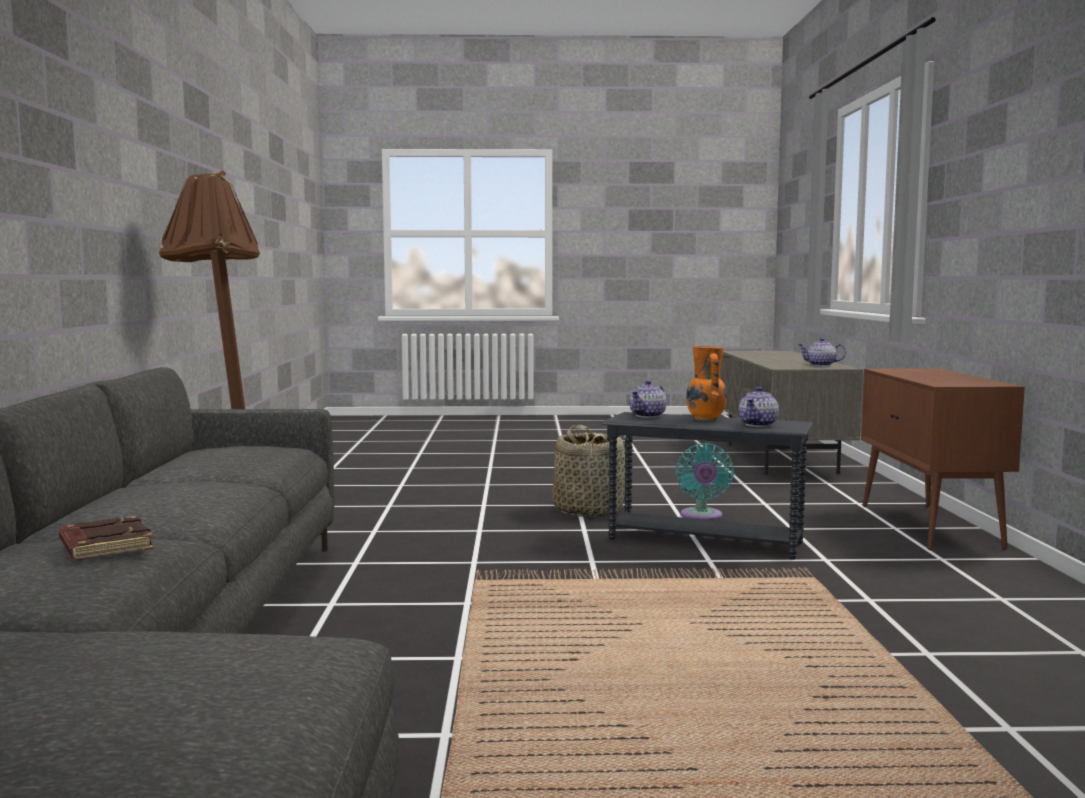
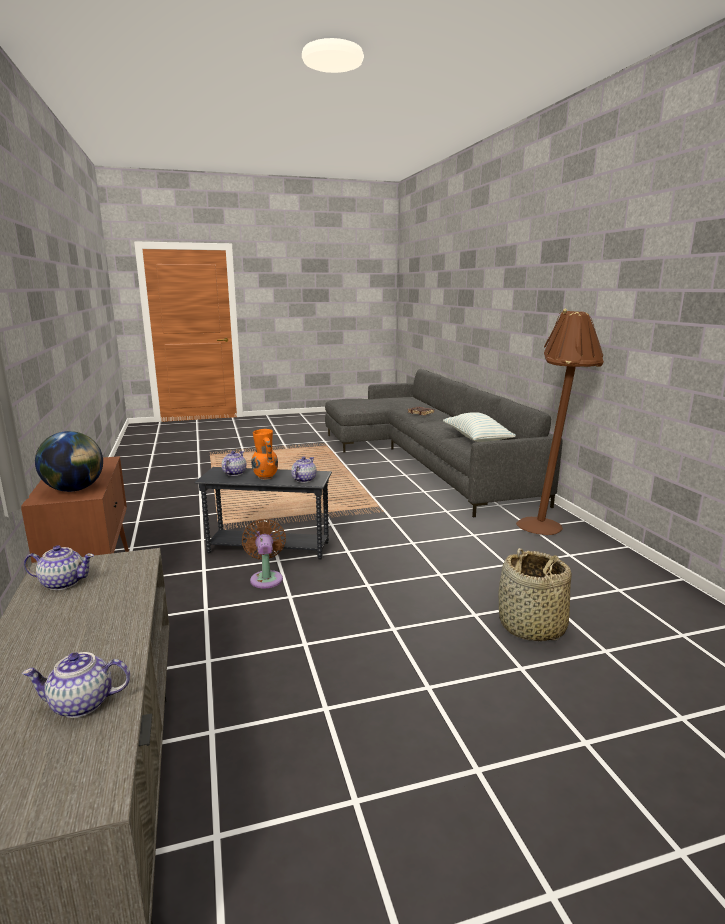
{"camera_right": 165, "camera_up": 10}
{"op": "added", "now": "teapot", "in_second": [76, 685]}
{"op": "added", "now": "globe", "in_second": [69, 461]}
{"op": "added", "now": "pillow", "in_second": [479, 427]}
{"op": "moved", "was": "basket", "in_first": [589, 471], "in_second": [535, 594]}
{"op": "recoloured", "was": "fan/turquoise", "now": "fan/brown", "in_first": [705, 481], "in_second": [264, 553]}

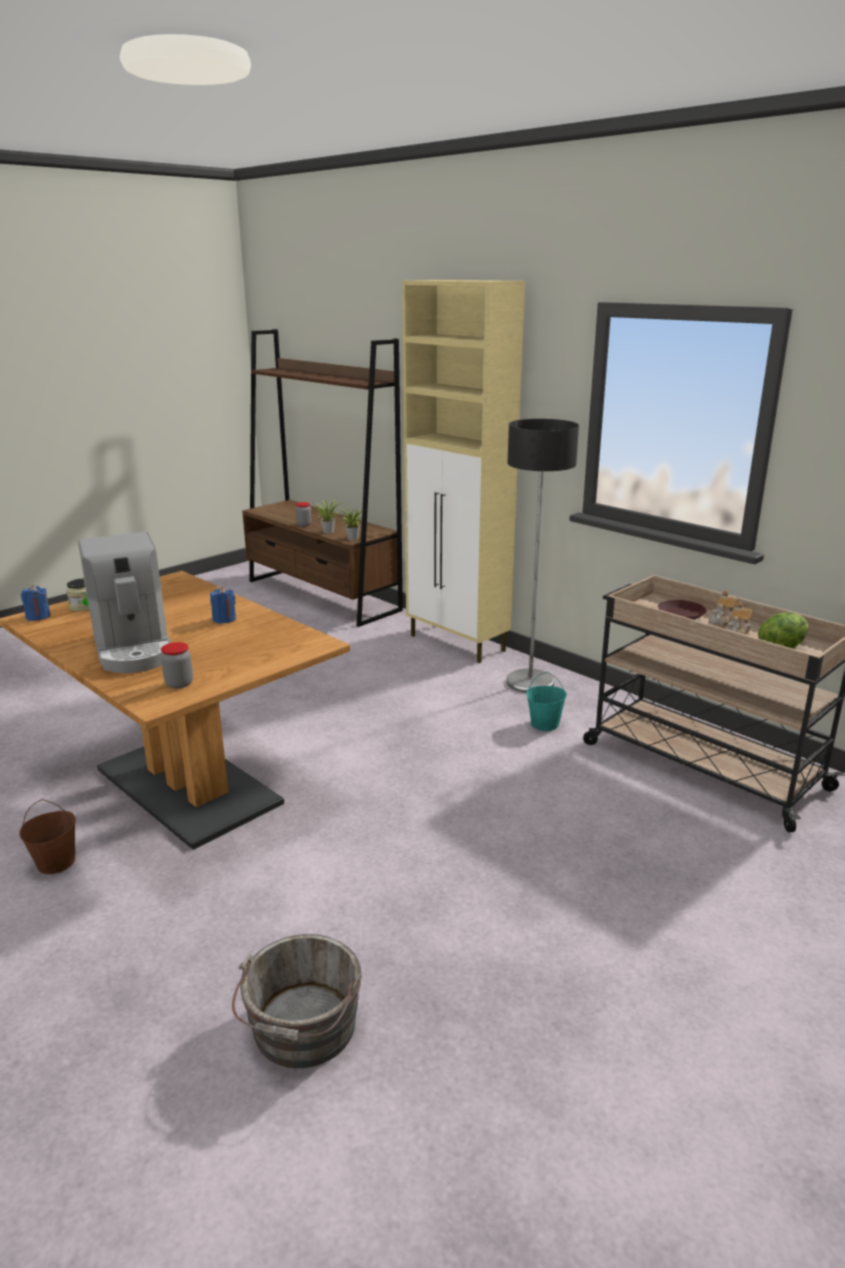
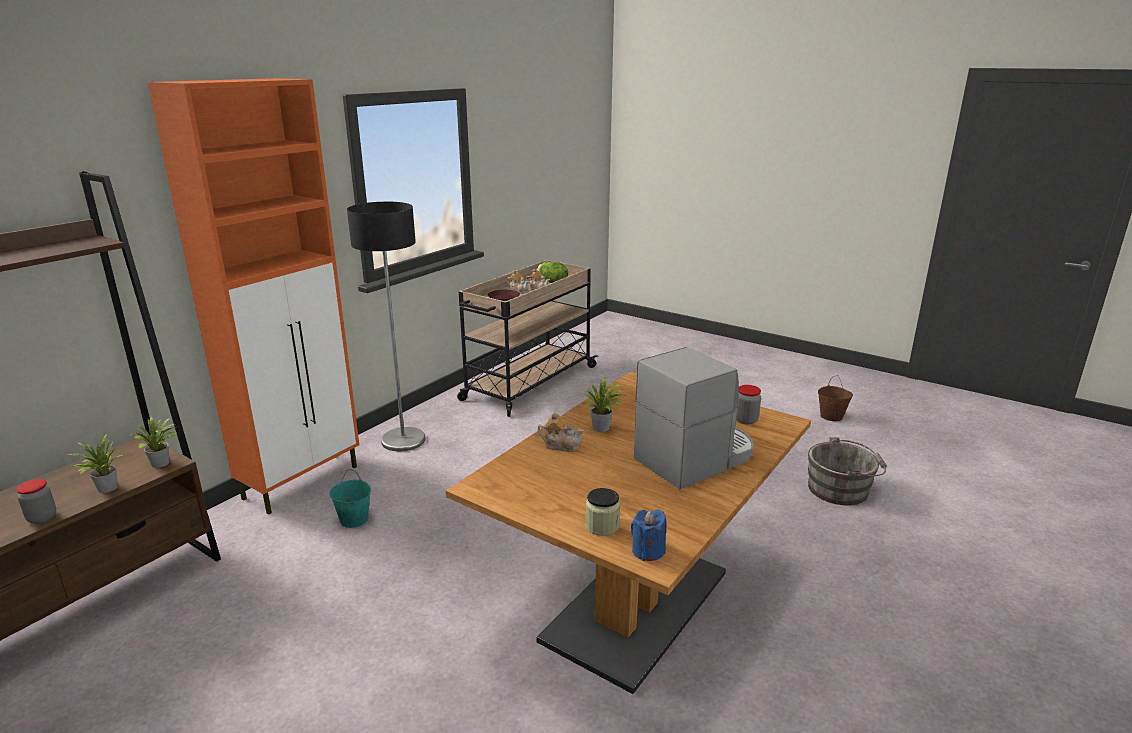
{"camera_right": -100, "camera_up": 0}
{"op": "added", "now": "teapot", "in_second": [560, 432]}
{"op": "moved", "was": "bucket/brown", "in_first": [47, 836], "in_second": [835, 398]}
{"op": "moved", "was": "bucket/turquoise", "in_first": [546, 701], "in_second": [350, 498]}
{"op": "replaced", "was": "candle/blue", "now": "potted plant", "in_first": [223, 605], "in_second": [602, 405]}
{"op": "recoloured", "was": "cabinet/beige", "now": "cabinet/orange", "in_first": [463, 471], "in_second": [253, 296]}

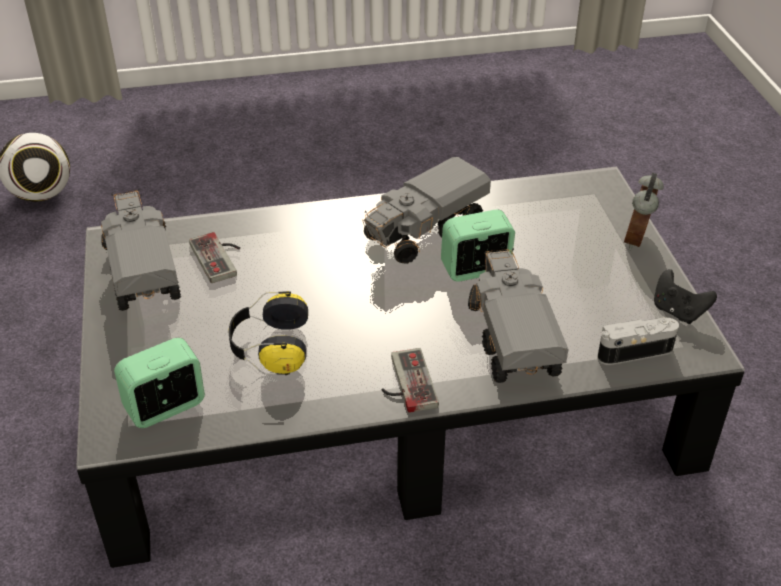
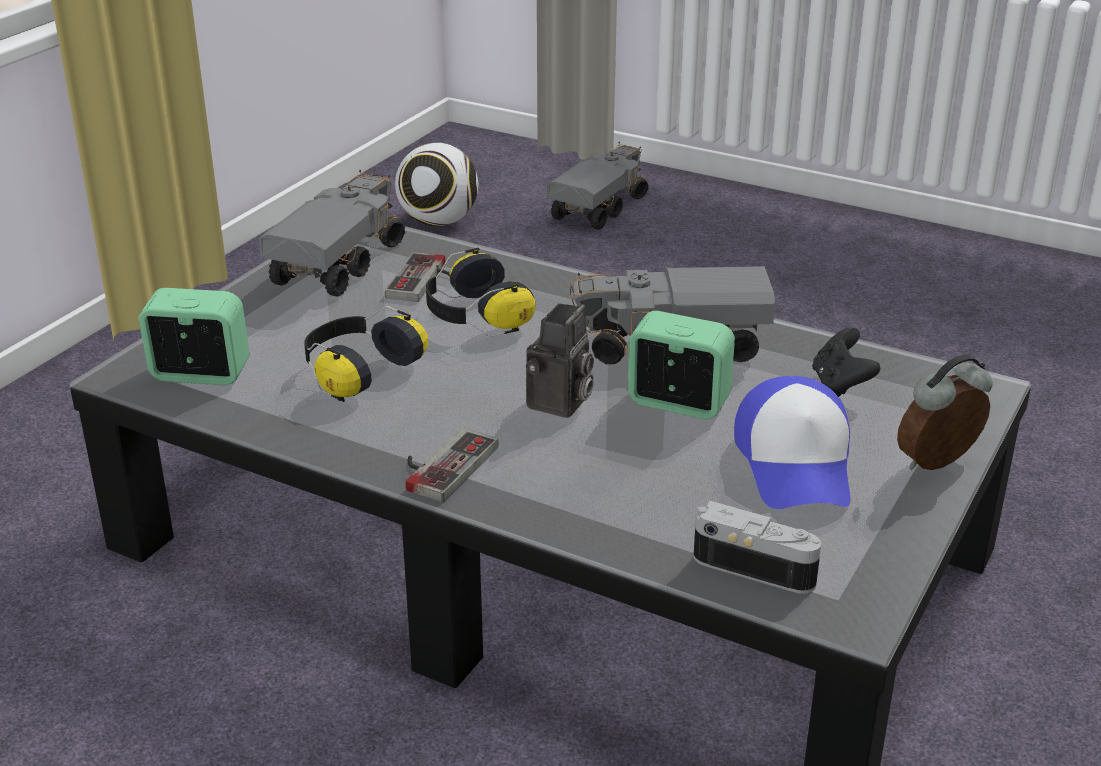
{"camera_right": 40, "camera_up": -10}
{"op": "added", "now": "headphones", "in_second": [480, 292]}
{"op": "added", "now": "photo camera", "in_second": [560, 360]}
{"op": "added", "now": "cap", "in_second": [792, 442]}
{"op": "moved", "was": "toy truck", "in_first": [518, 315], "in_second": [598, 186]}
{"op": "moved", "was": "game controller/black", "in_first": [685, 296], "in_second": [846, 362]}

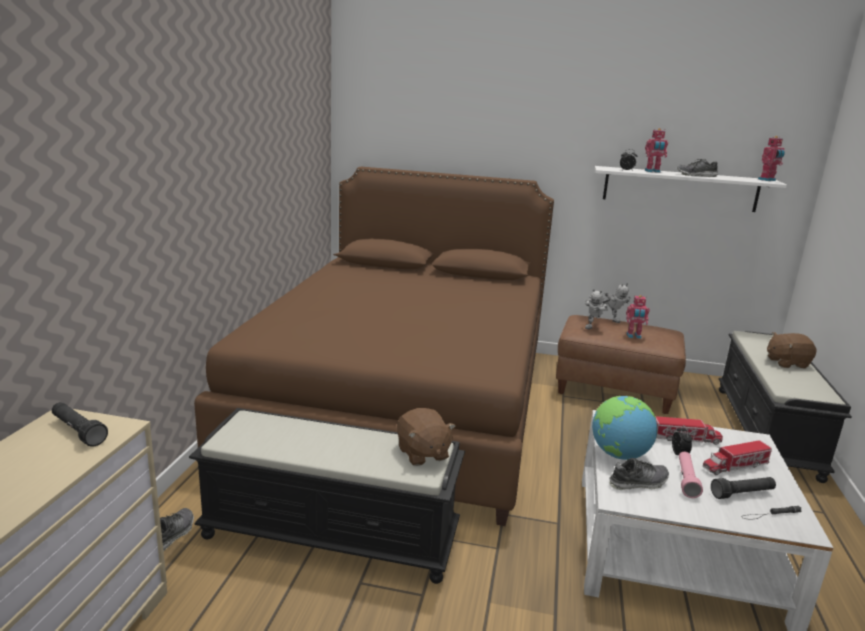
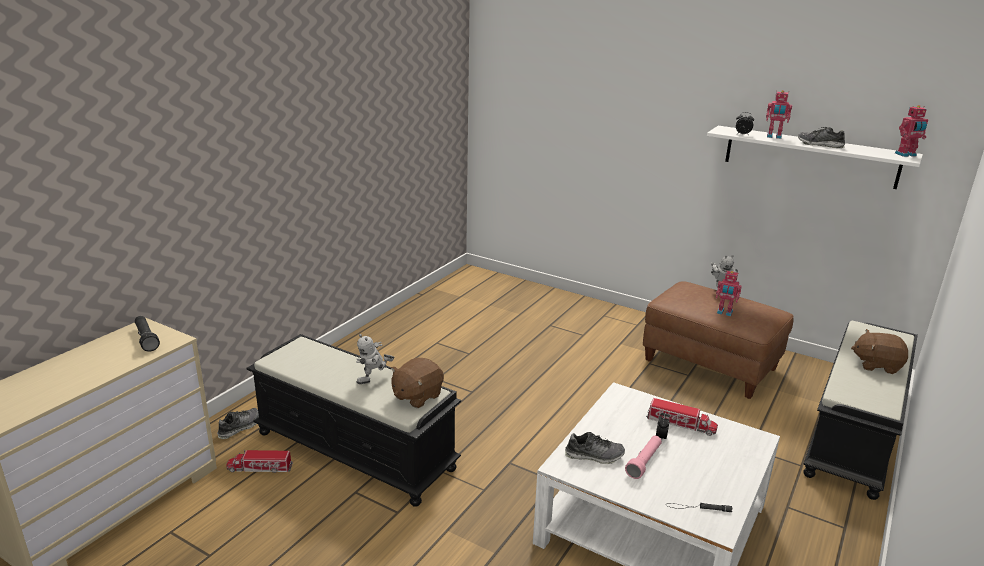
{"camera_right": 20, "camera_up": 5}
{"op": "removed", "was": "bed/brown", "in_first": [374, 346]}
{"op": "removed", "was": "globe", "in_first": [624, 428]}
{"op": "removed", "was": "flashlight/black", "in_first": [743, 488]}
{"op": "moved", "was": "toy robot", "in_first": [596, 309], "in_second": [375, 359]}
{"op": "moved", "was": "toy truck", "in_first": [737, 457], "in_second": [259, 461]}
{"op": "turned", "was": "plush toy/brown", "in_first": [426, 437], "in_second": [417, 383], "clockwise": 45}

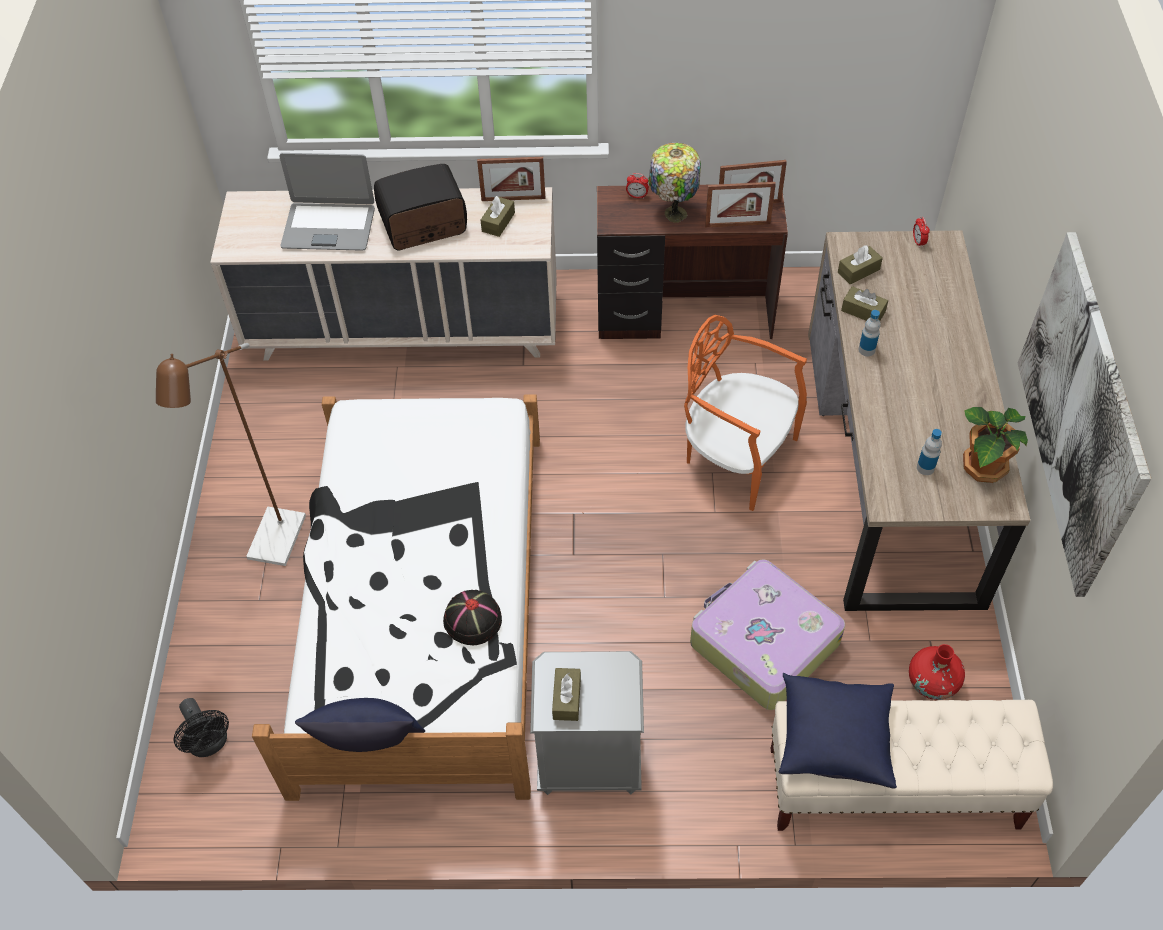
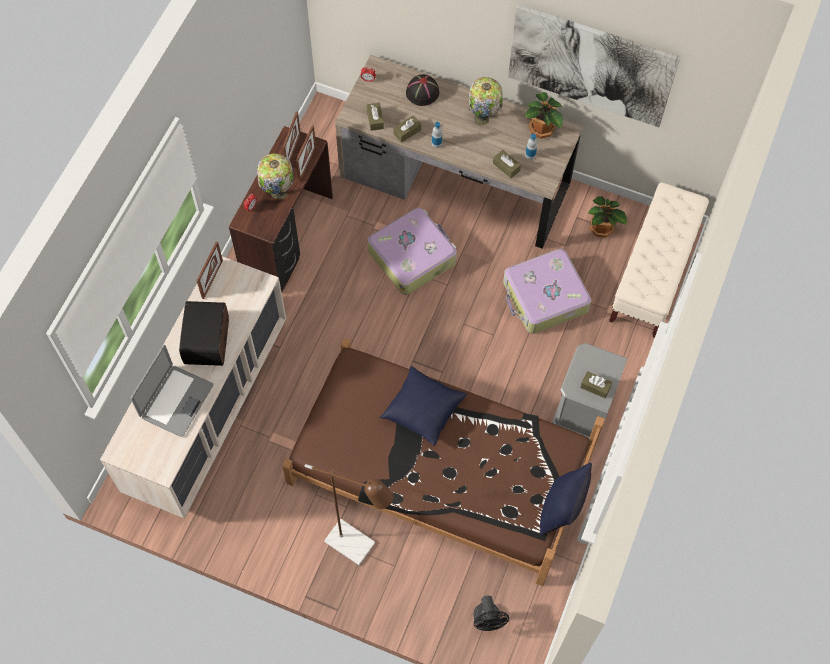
{"camera_right": -70, "camera_up": 10}
{"op": "added", "now": "table lamp", "in_second": [485, 101]}
{"op": "moved", "was": "hat/black", "in_first": [472, 617], "in_second": [422, 90]}
{"op": "moved", "was": "tissue box/brown", "in_first": [498, 216], "in_second": [507, 164]}
{"op": "moved", "was": "pillow/blue", "in_first": [838, 731], "in_second": [423, 406]}
{"op": "replaced", "was": "chair/orange", "now": "suitcase", "in_first": [745, 413], "in_second": [412, 251]}
{"op": "replaced", "was": "vase/red", "now": "potted plant", "in_first": [937, 672], "in_second": [607, 217]}
{"op": "recoloured", "was": "bed/white", "now": "bed/brown", "in_first": [396, 597], "in_second": [443, 462]}
{"op": "turned", "was": "fan/black", "in_first": [201, 727], "in_second": [491, 613], "clockwise": 90}

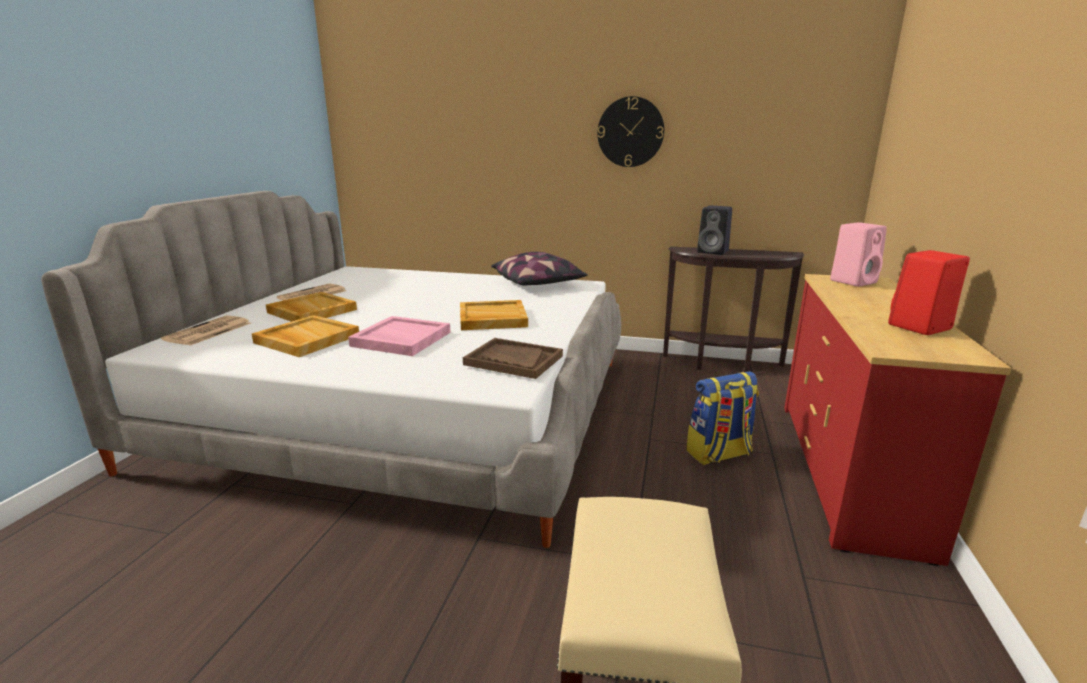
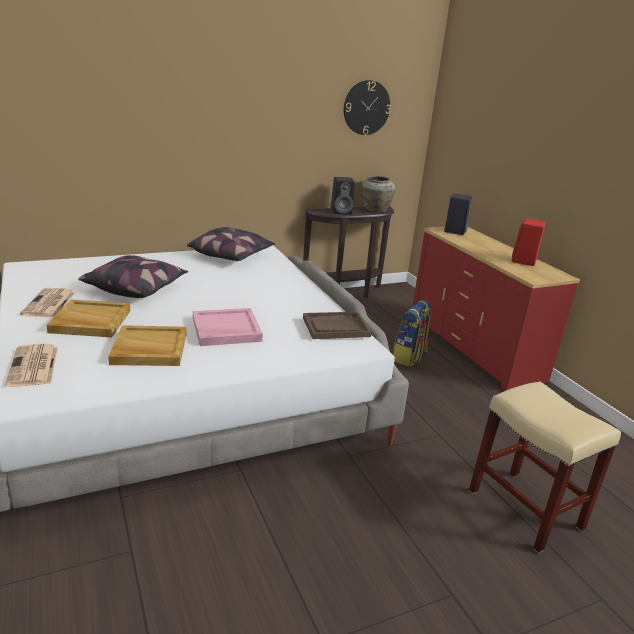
{"camera_right": -40, "camera_up": 5}
{"op": "removed", "was": "tray/beige", "in_first": [494, 315]}
{"op": "added", "now": "pillow", "in_second": [133, 276]}
{"op": "added", "now": "vase/beige", "in_second": [378, 194]}
{"op": "moved", "was": "wall clock", "in_first": [630, 131], "in_second": [367, 107]}
{"op": "recoloured", "was": "speaker/pink", "now": "speaker/black", "in_first": [858, 254], "in_second": [458, 214]}

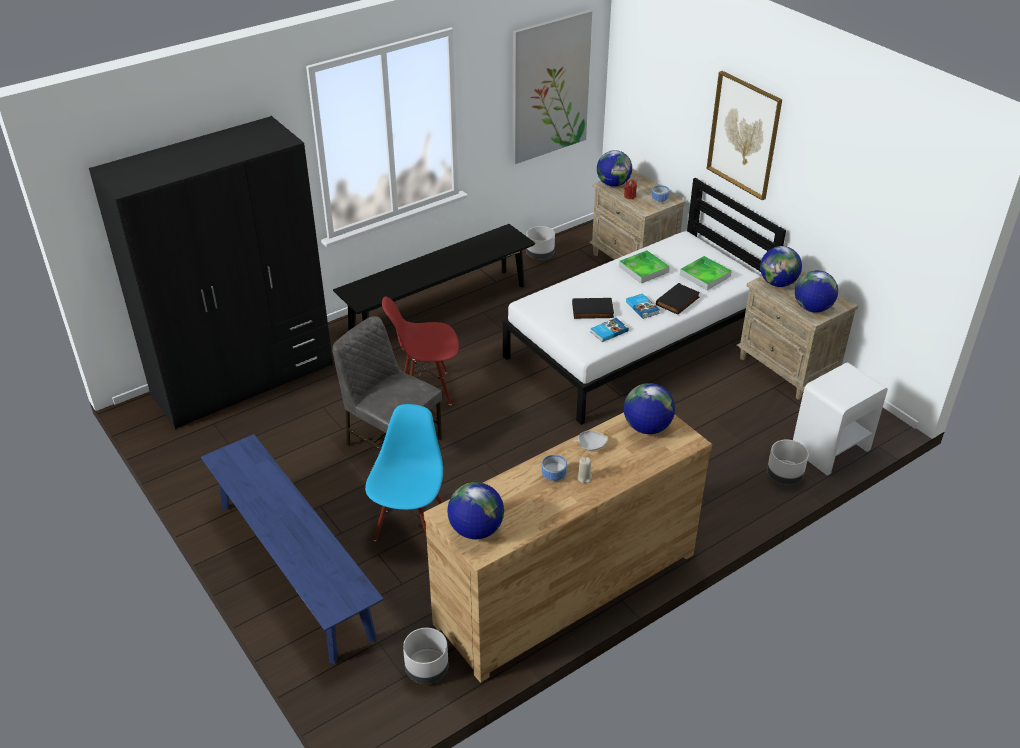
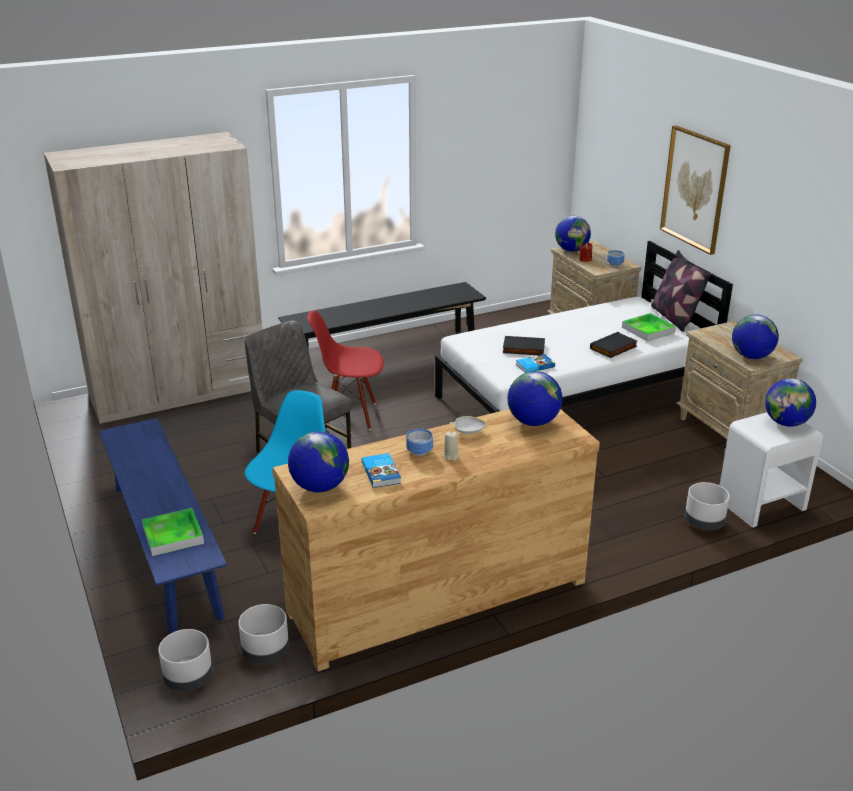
{"camera_right": 10, "camera_up": -10}
{"op": "removed", "was": "picture", "in_first": [552, 87]}
{"op": "added", "now": "pillow", "in_second": [681, 291]}
{"op": "moved", "was": "planter/grey", "in_first": [540, 242], "in_second": [185, 660]}
{"op": "moved", "was": "tray", "in_first": [644, 266], "in_second": [173, 532]}
{"op": "moved", "was": "book", "in_first": [642, 306], "in_second": [381, 470]}
{"op": "moved", "was": "globe", "in_first": [781, 266], "in_second": [790, 402]}
{"op": "recoloured", "was": "wardrobe/black", "now": "wardrobe/beige", "in_first": [211, 273], "in_second": [153, 278]}

